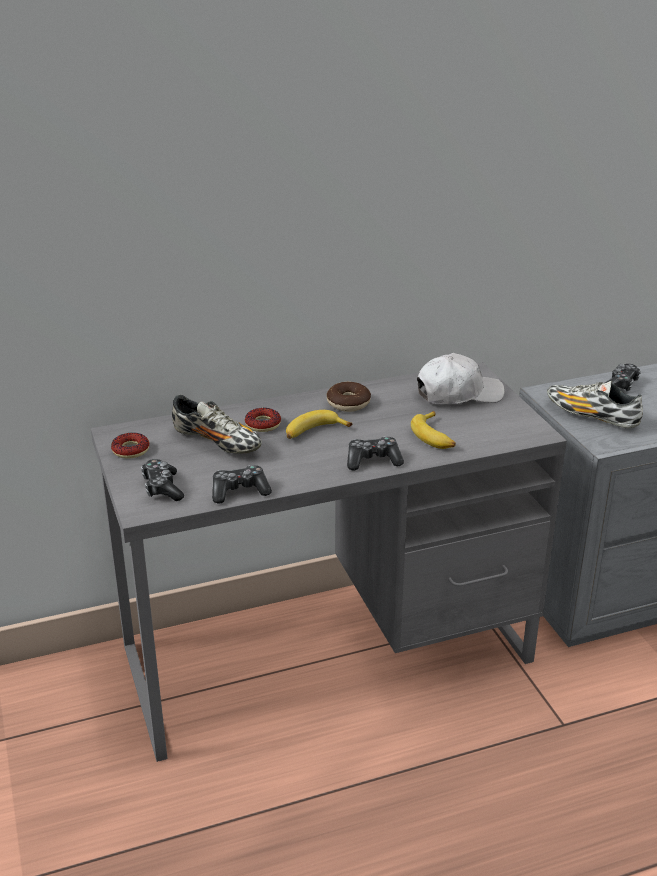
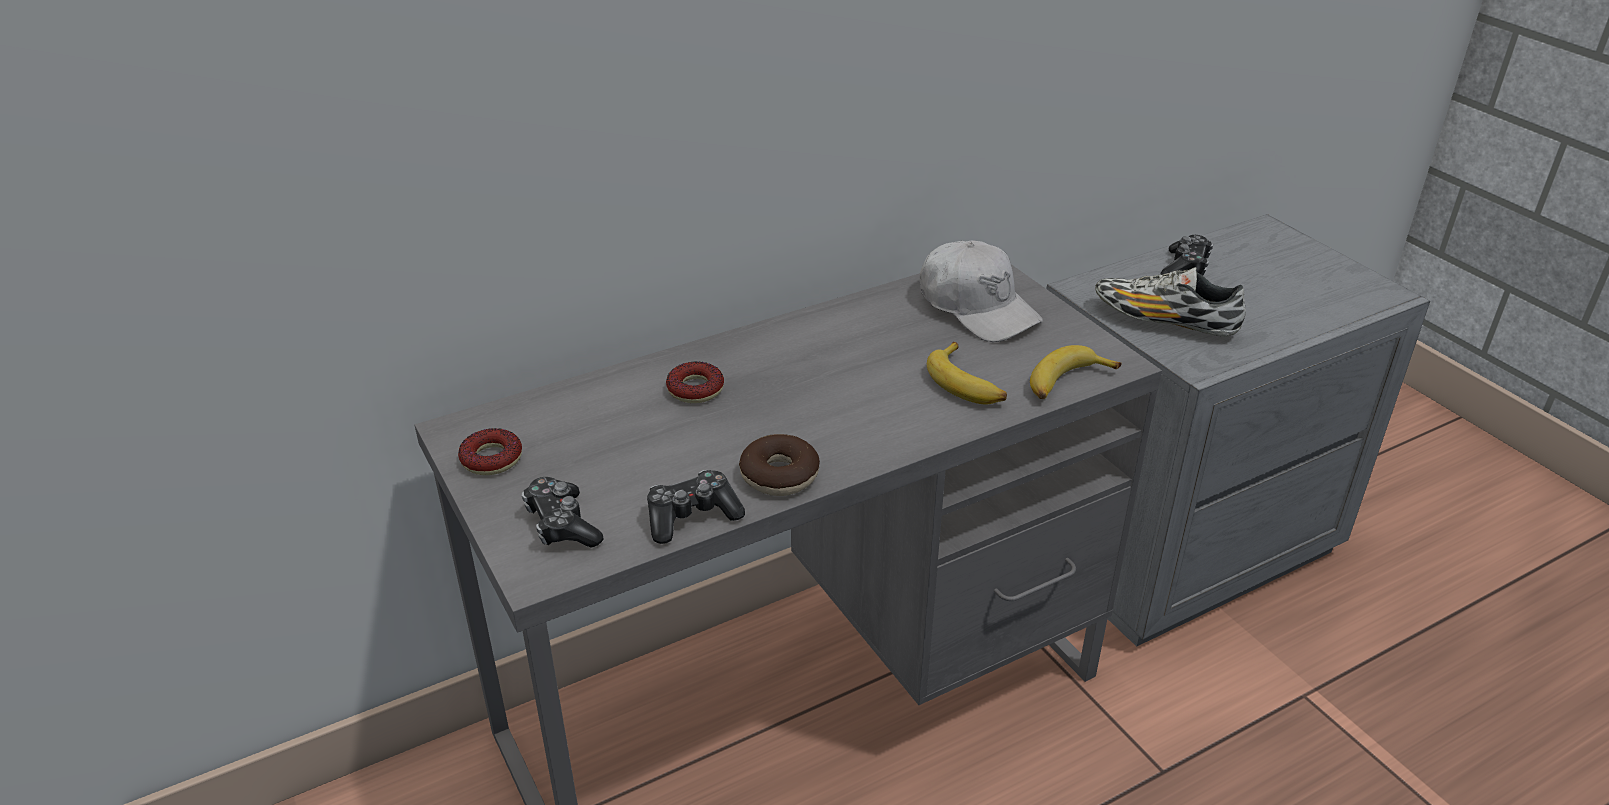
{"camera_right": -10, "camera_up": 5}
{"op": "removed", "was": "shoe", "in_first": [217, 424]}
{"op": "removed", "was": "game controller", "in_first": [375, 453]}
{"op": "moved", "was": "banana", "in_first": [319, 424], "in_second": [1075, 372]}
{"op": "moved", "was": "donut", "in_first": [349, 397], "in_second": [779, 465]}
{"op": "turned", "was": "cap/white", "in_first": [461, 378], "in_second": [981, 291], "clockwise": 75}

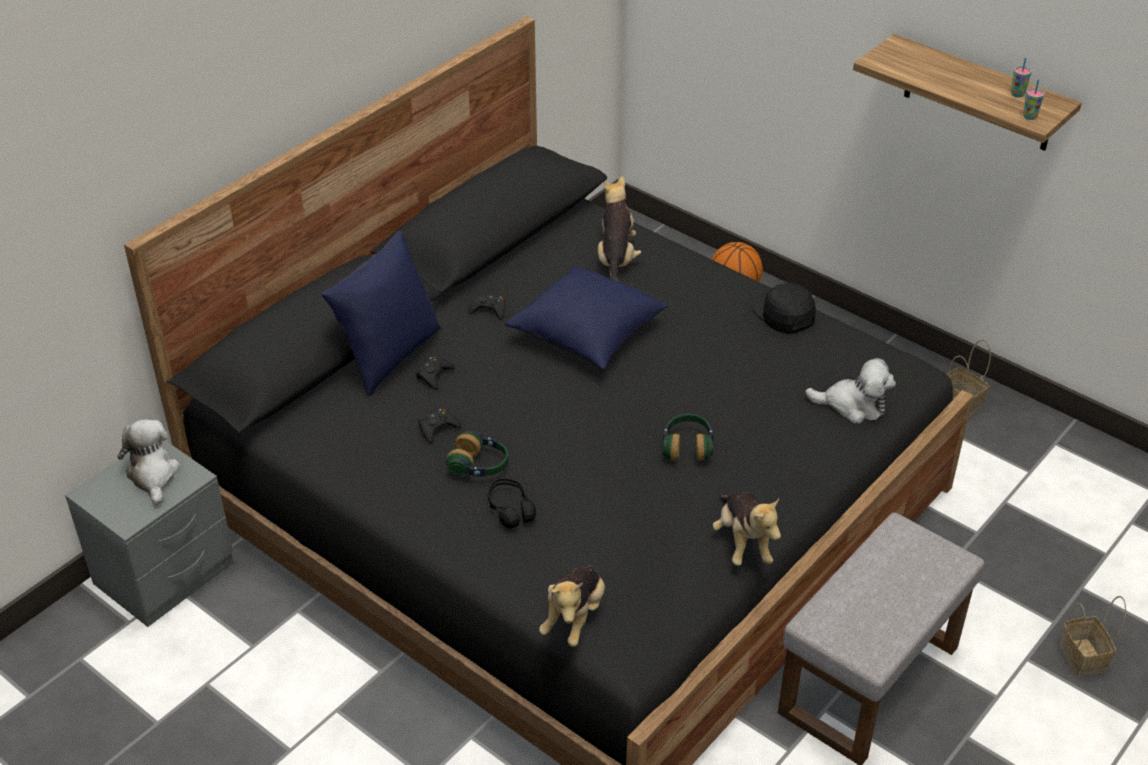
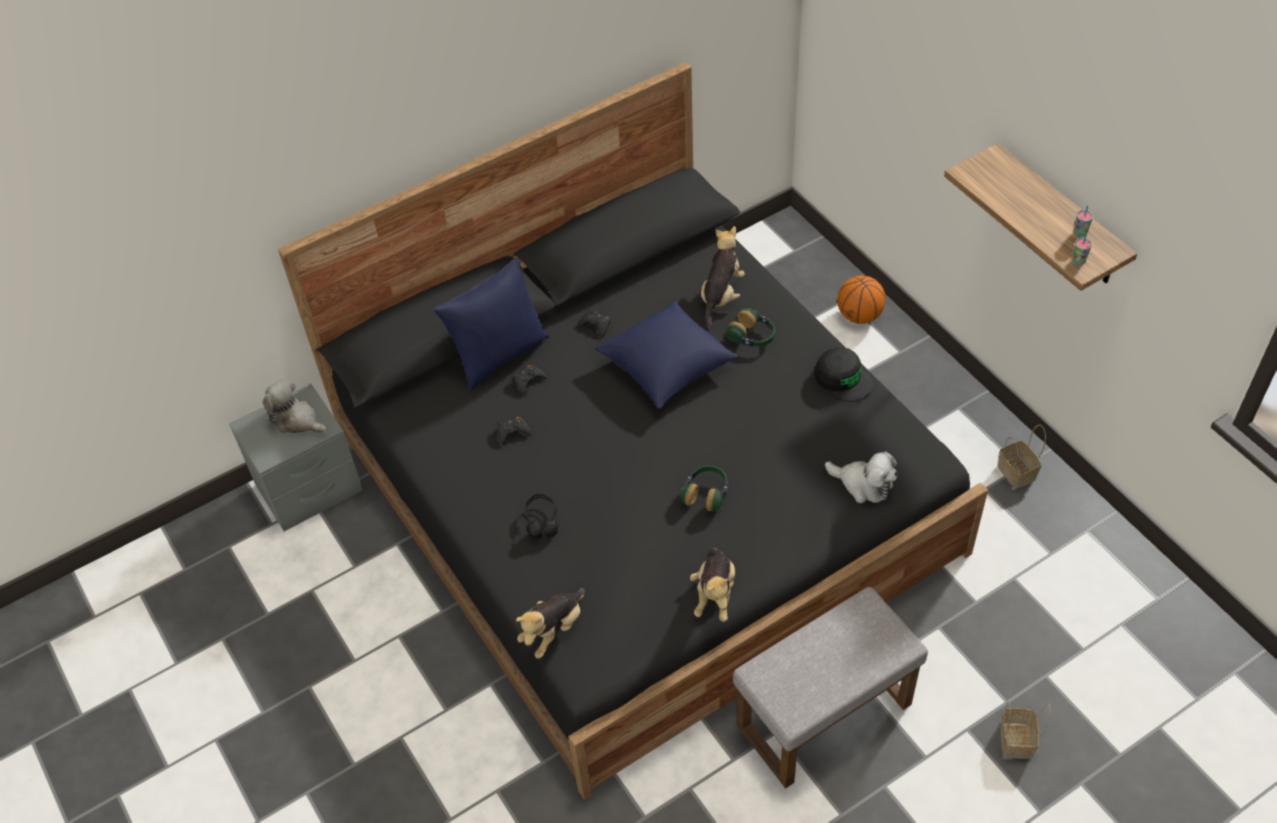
{"camera_right": 20, "camera_up": 10}
{"op": "moved", "was": "headphones", "in_first": [477, 454], "in_second": [750, 327]}
{"op": "turned", "was": "plush toy", "in_first": [148, 462], "in_second": [295, 406], "clockwise": -60}
{"op": "turned", "was": "cap/black", "in_first": [784, 308], "in_second": [843, 374], "clockwise": 150}

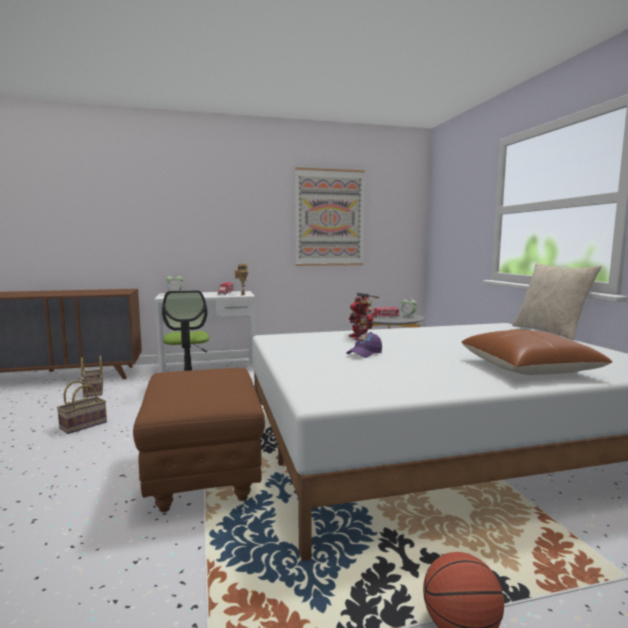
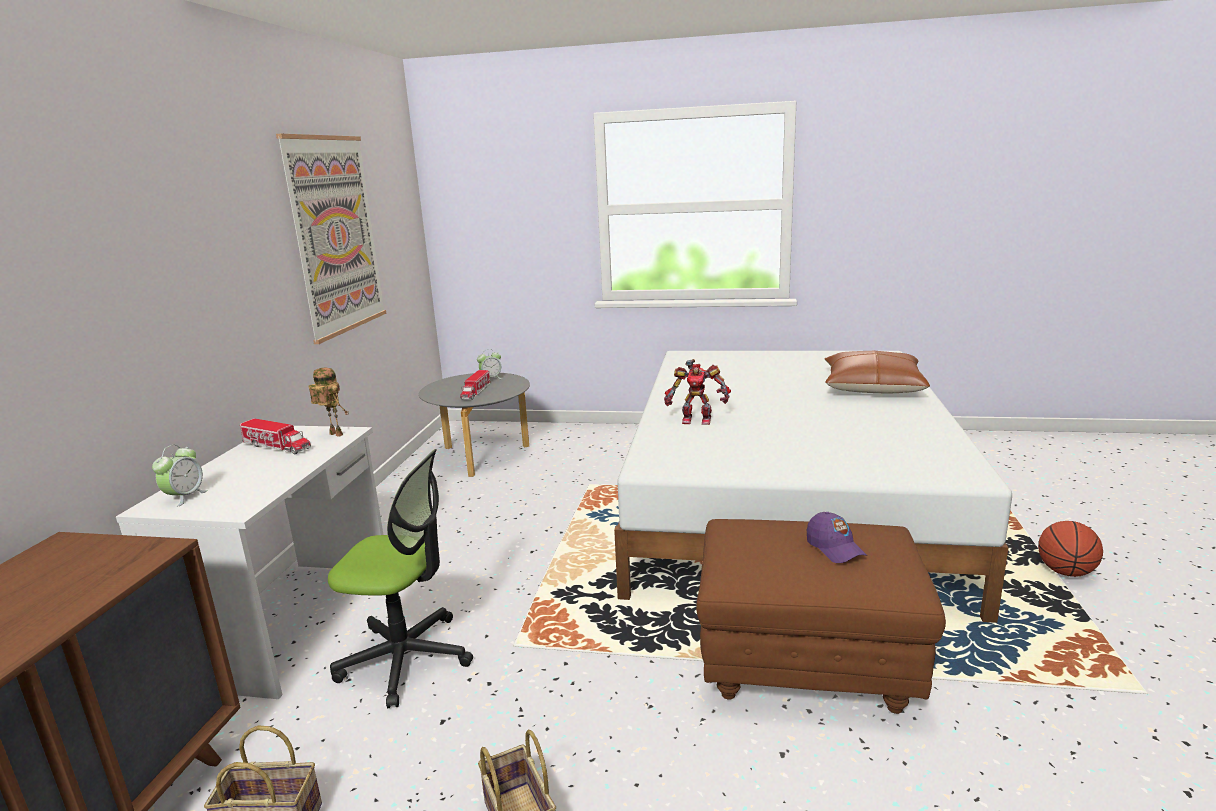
{"camera_right": -65, "camera_up": 10}
{"op": "removed", "was": "pillow/beige", "in_first": [557, 301]}
{"op": "moved", "was": "cap/purple", "in_first": [364, 345], "in_second": [837, 537]}

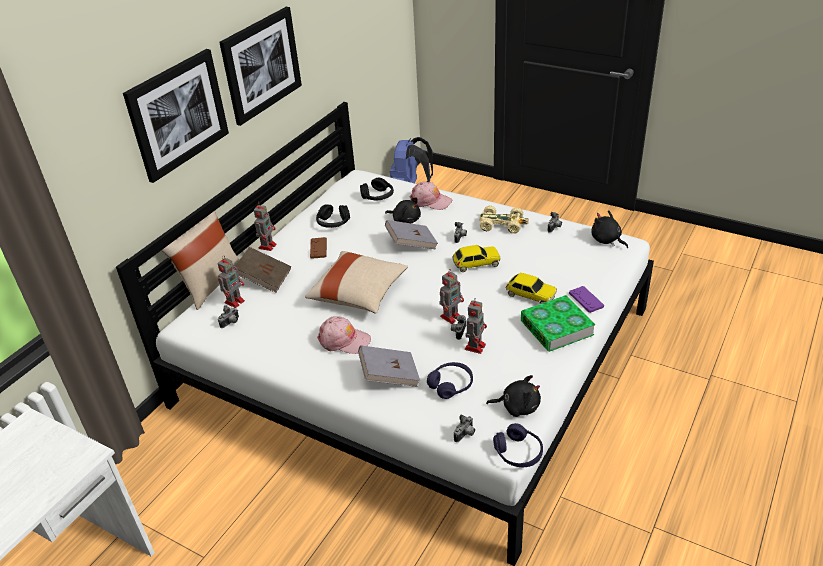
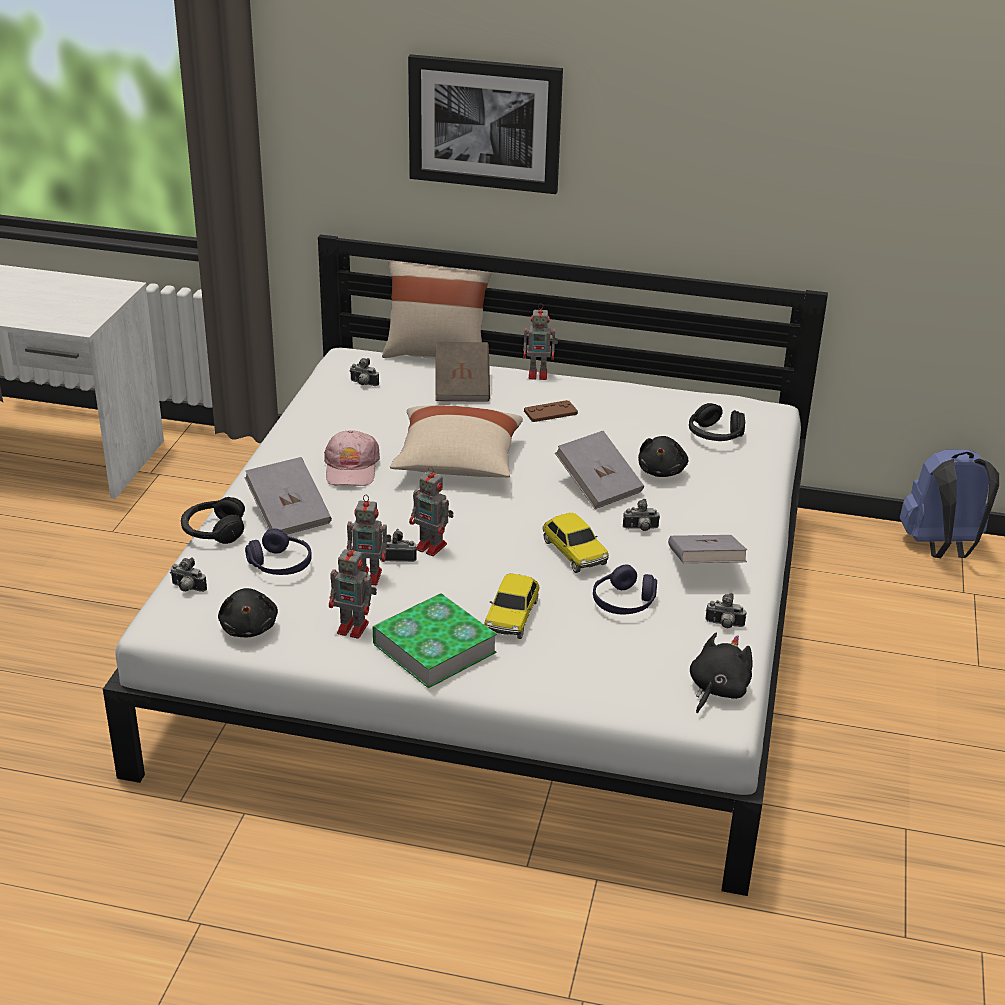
{"camera_right": 70, "camera_up": -5}
{"op": "removed", "was": "picture", "in_first": [260, 66]}
{"op": "removed", "was": "cap/pink", "in_first": [431, 196]}
{"op": "removed", "was": "game controller/purple", "in_first": [586, 299]}
{"op": "moved", "was": "toy robot", "in_first": [231, 281], "in_second": [353, 591]}
{"op": "moved", "was": "headphones/black", "in_first": [333, 216], "in_second": [213, 520]}
{"op": "moved", "was": "headphones/purple", "in_first": [518, 445], "in_second": [625, 589]}
{"op": "replaced", "was": "toy car/beige", "now": "book/grey", "in_first": [504, 219], "in_second": [707, 549]}

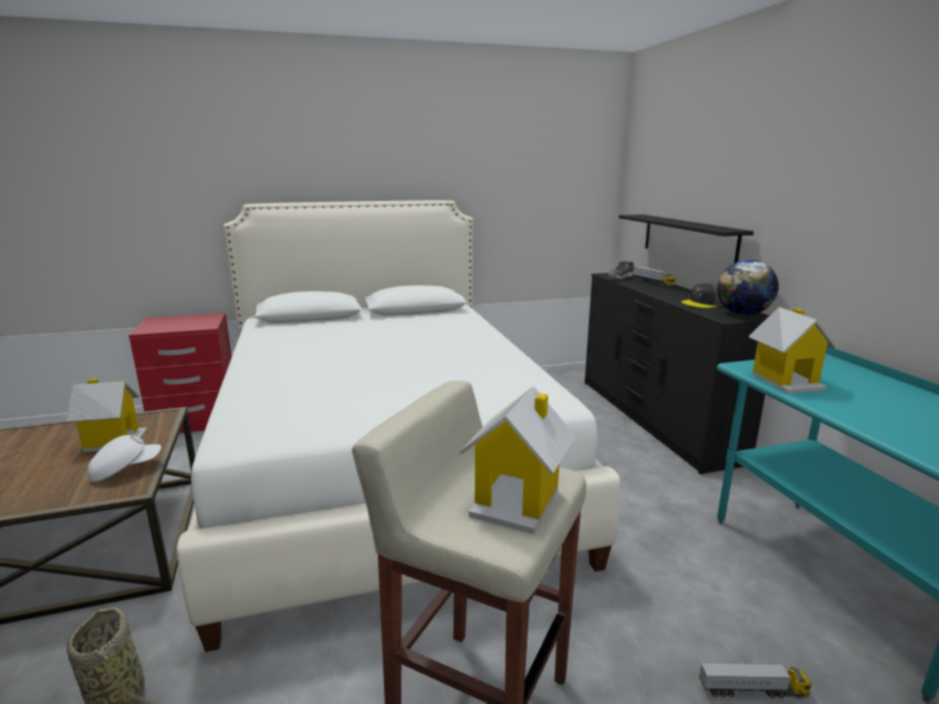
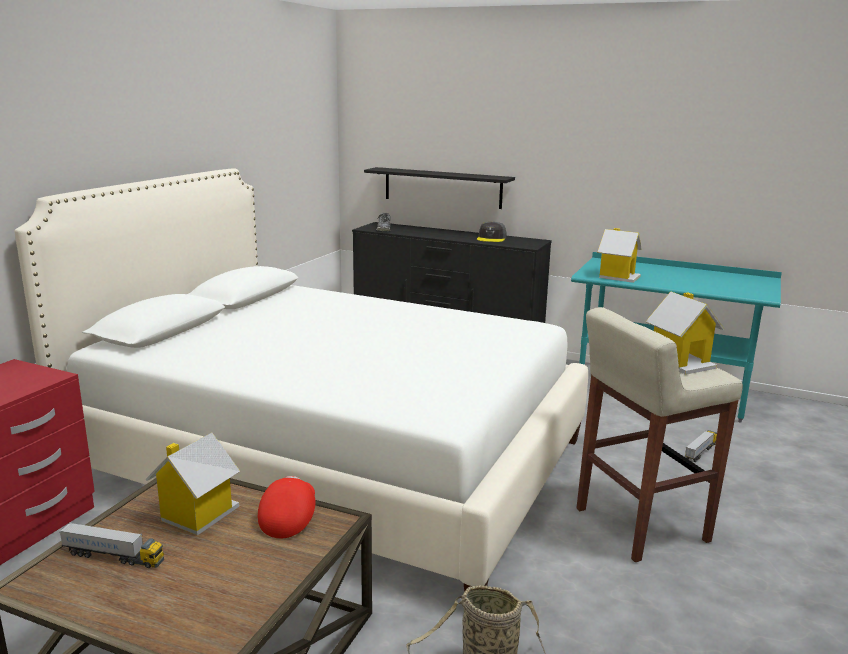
{"camera_right": -50, "camera_up": 0}
{"op": "removed", "was": "globe", "in_first": [748, 287]}
{"op": "moved", "was": "toy truck", "in_first": [654, 276], "in_second": [111, 545]}
{"op": "recoloured", "was": "cap/white", "now": "cap/red", "in_first": [124, 458], "in_second": [286, 507]}

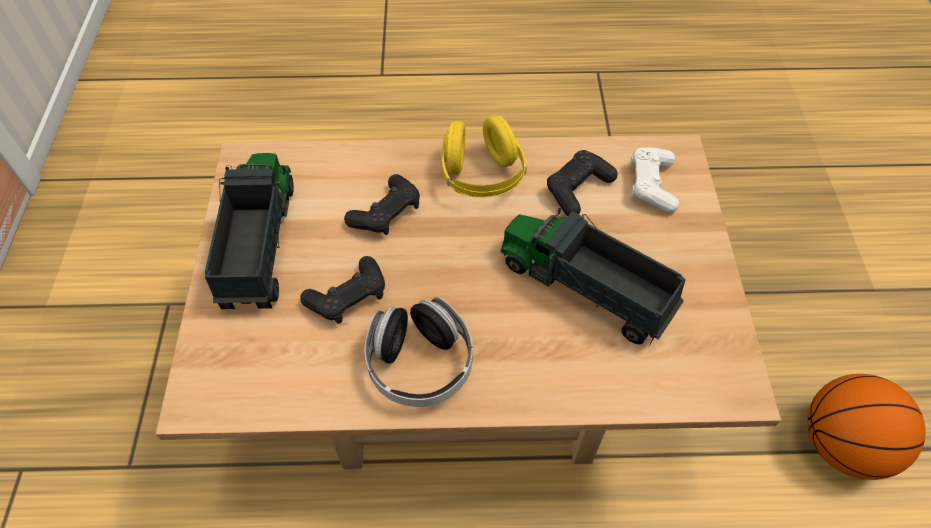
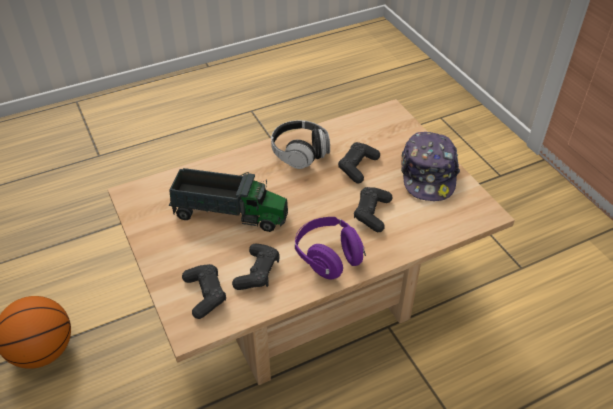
{"camera_right": 155, "camera_up": -10}
{"op": "replaced", "was": "toy truck", "now": "cap", "in_first": [249, 231], "in_second": [430, 166]}
{"op": "recoloured", "was": "headphones/yellow", "now": "headphones/purple", "in_first": [483, 156], "in_second": [330, 248]}
{"op": "recoloured", "was": "game controller/white", "now": "game controller/black", "in_first": [654, 180], "in_second": [204, 291]}

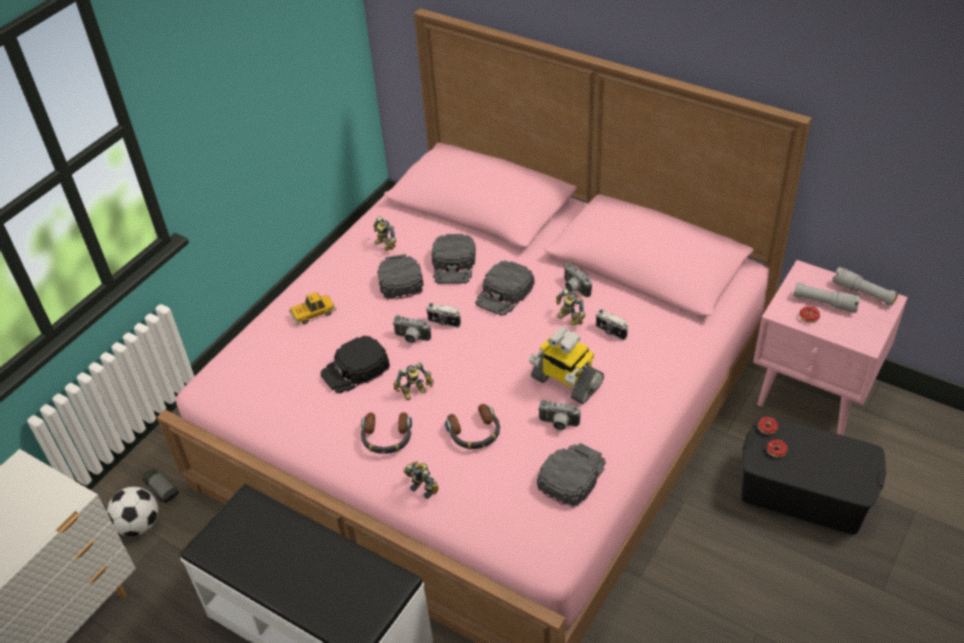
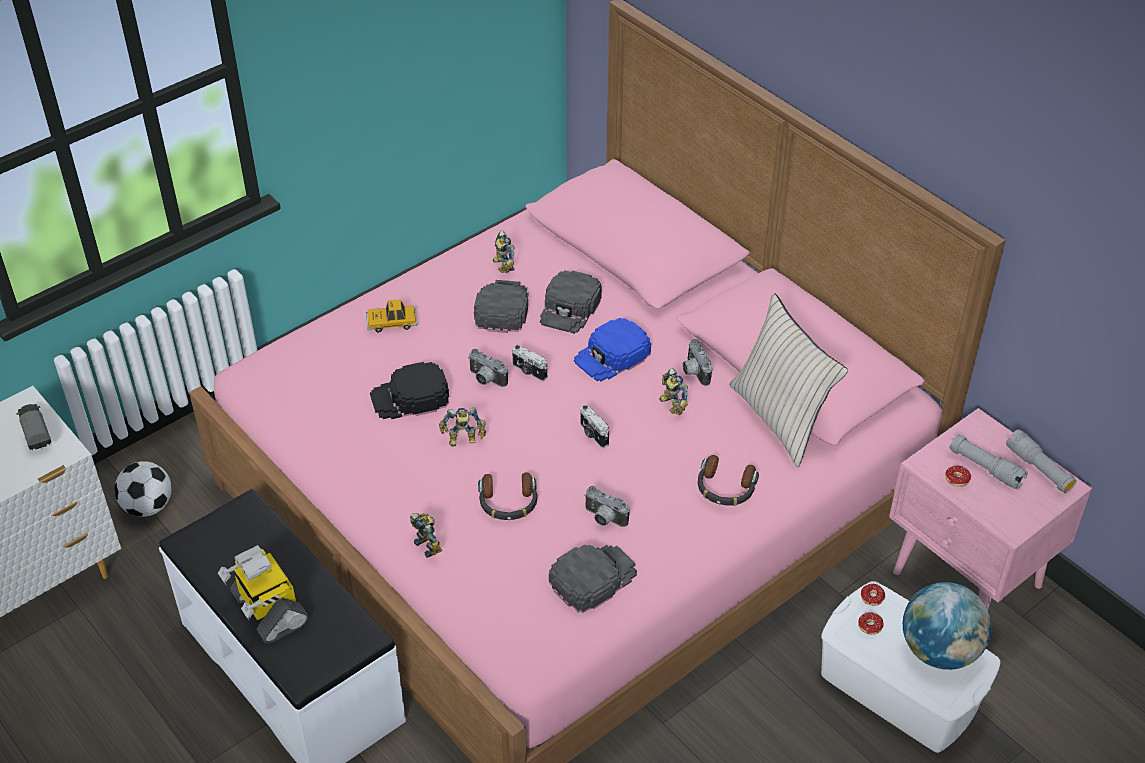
{"camera_right": 15, "camera_up": 0}
{"op": "added", "now": "pillow/beige", "in_second": [788, 380]}
{"op": "added", "now": "globe", "in_second": [947, 626]}
{"op": "moved", "was": "toy truck", "in_first": [160, 485], "in_second": [34, 427]}
{"op": "moved", "was": "headphones", "in_first": [386, 433], "in_second": [728, 480]}
{"op": "moved", "was": "toy robot", "in_first": [566, 365], "in_second": [263, 594]}
{"op": "moved", "was": "photo camera", "in_first": [612, 324], "in_second": [594, 426]}
{"op": "recoloured", "was": "cap/black", "now": "cap/blue", "in_first": [504, 288], "in_second": [612, 349]}
{"op": "recoloured", "was": "storage box/black", "now": "storage box/white", "in_first": [814, 474], "in_second": [910, 667]}

